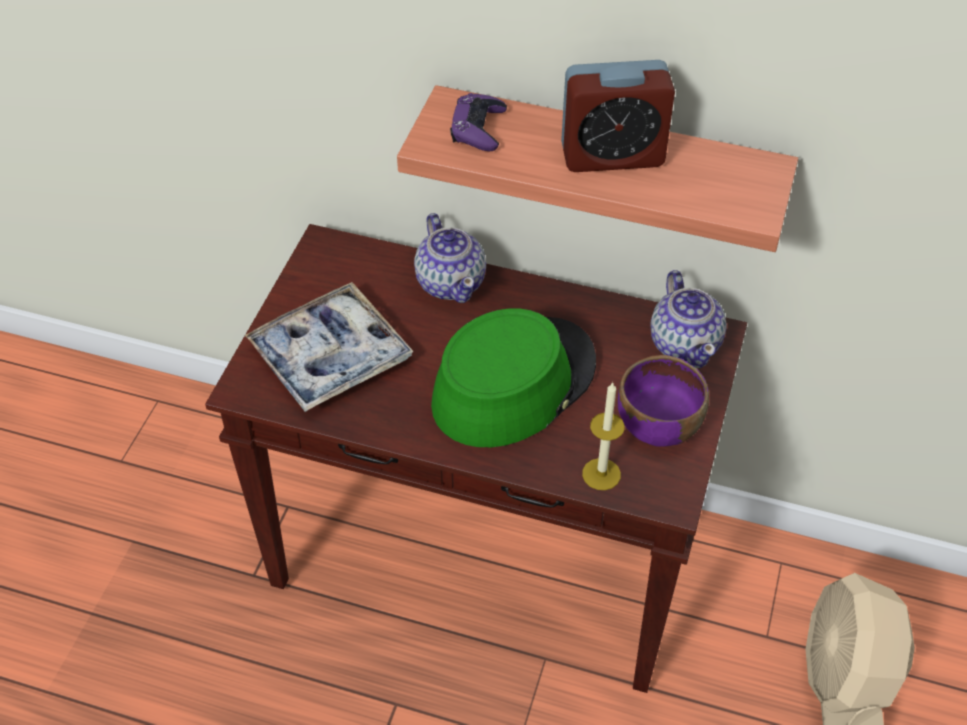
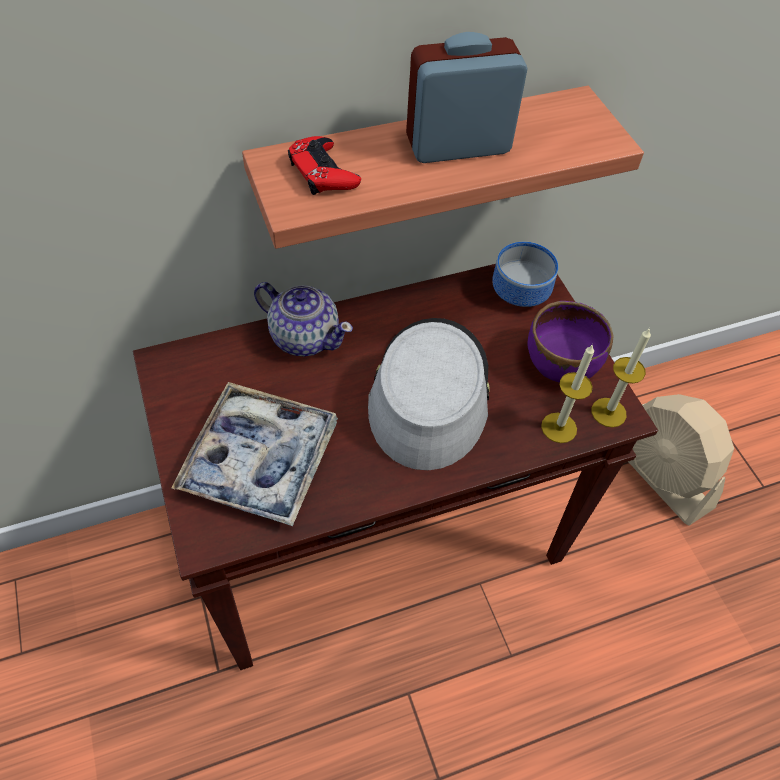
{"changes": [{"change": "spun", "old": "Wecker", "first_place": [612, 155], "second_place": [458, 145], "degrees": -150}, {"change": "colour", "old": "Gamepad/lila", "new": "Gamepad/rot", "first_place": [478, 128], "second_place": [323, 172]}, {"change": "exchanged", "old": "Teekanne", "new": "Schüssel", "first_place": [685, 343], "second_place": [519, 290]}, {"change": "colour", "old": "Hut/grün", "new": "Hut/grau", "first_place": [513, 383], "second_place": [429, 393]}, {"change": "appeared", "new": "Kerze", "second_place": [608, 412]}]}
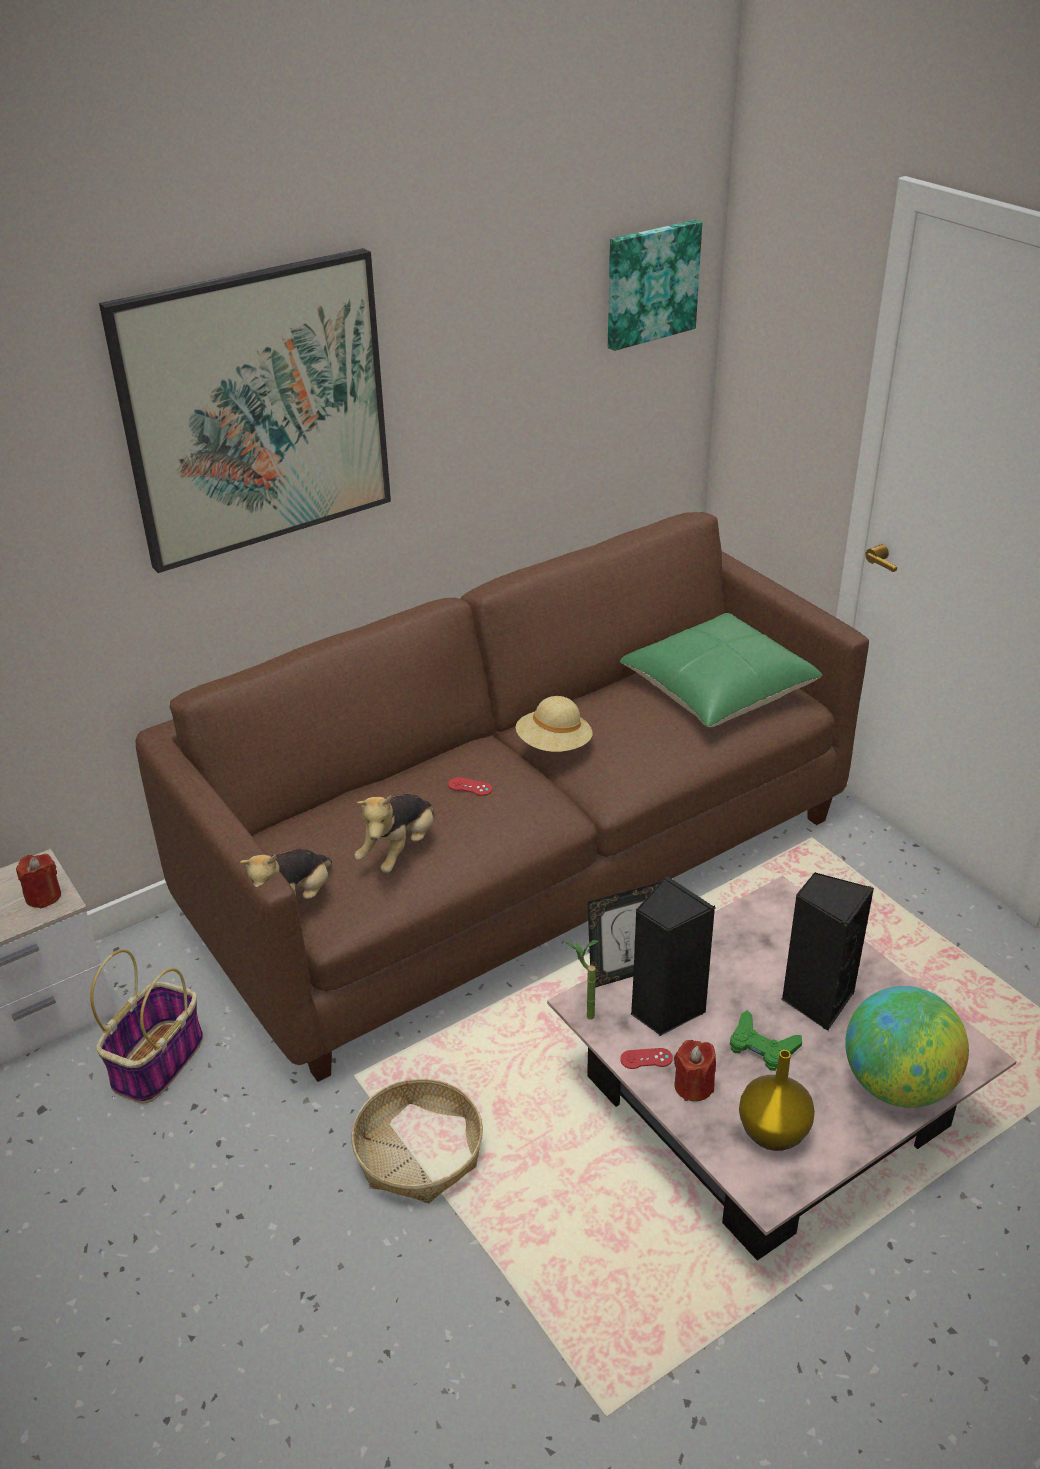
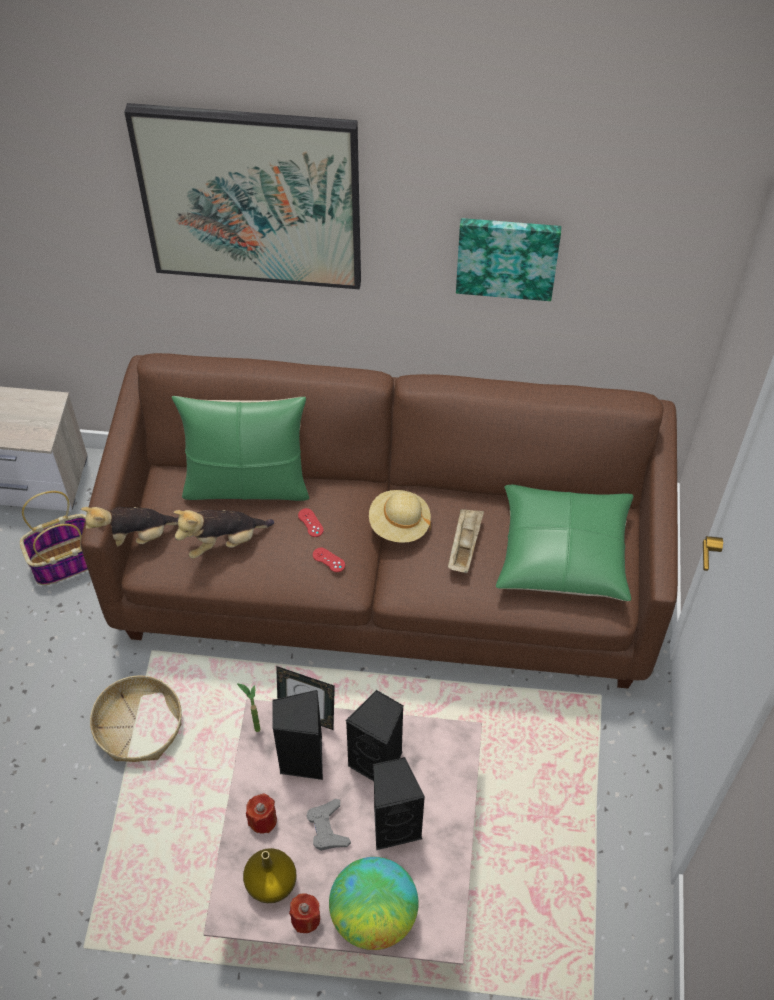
{"changes": [{"change": "relocated", "old": "Bild", "first_place": [650, 284], "second_place": [507, 256]}, {"change": "relocated", "old": "Kerze/rot", "first_place": [43, 896], "second_place": [305, 918]}, {"change": "colour", "old": "Gamepad/grün", "new": "Gamepad/grau", "first_place": [762, 1046], "second_place": [327, 828]}, {"change": "relocated", "old": "Gamepad/rot", "first_place": [646, 1059], "second_place": [328, 560]}, {"change": "appeared", "new": "Kissen/grün", "second_place": [247, 484]}, {"change": "appeared", "new": "Tablett/beige", "second_place": [464, 546]}, {"change": "appeared", "new": "Lautsprecher/schwarz", "second_place": [378, 762]}]}
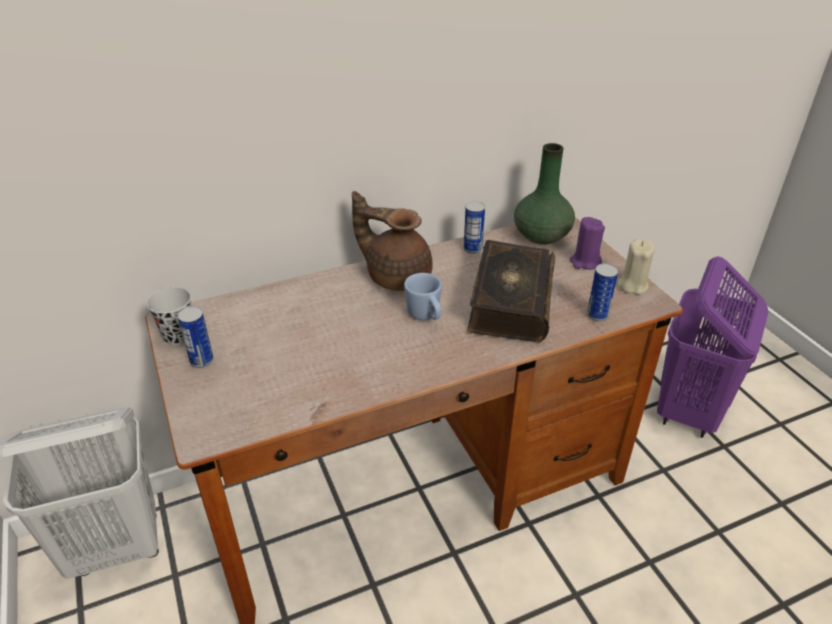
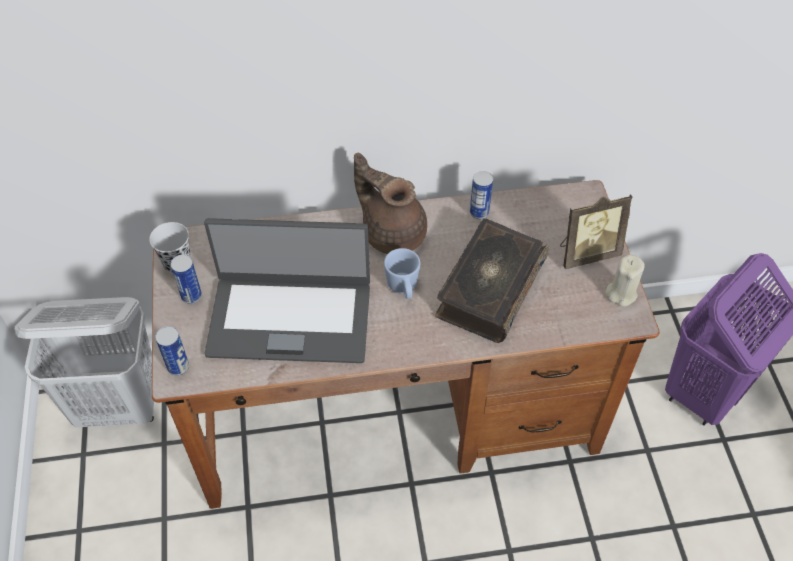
{"changes": [{"change": "missing", "old": "Vase/grün", "first_place": [542, 235]}, {"change": "exchanged", "old": "Kerze/lila", "new": "Bilderrahmen", "first_place": [585, 262], "second_place": [586, 253]}, {"change": "relocated", "old": "Dose", "first_place": [597, 315], "second_place": [178, 367]}, {"change": "appeared", "new": "Laptop", "second_place": [290, 318]}]}
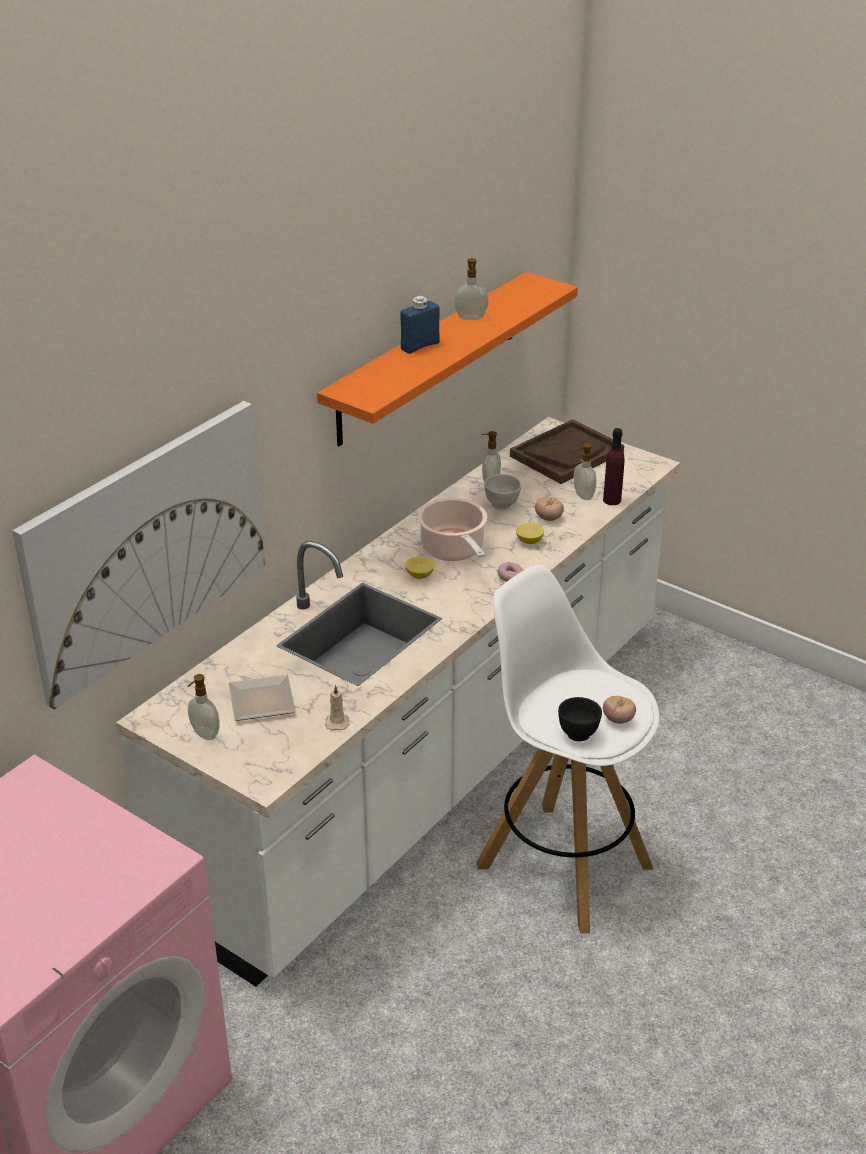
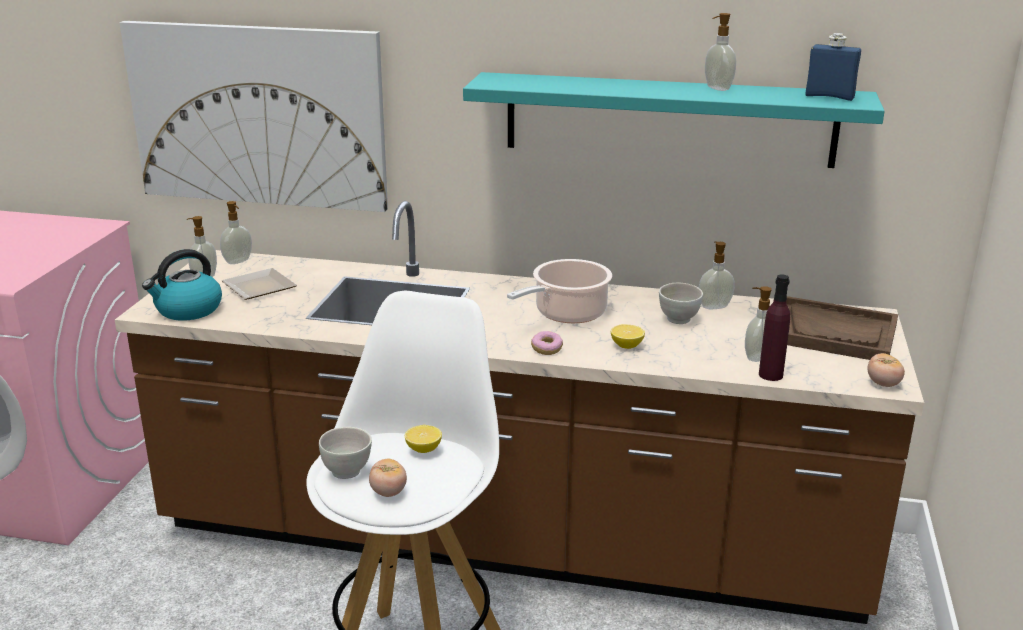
{"changes": [{"change": "colour", "old": "Wandregal/orange", "new": "Wandregal/türkis", "first_place": [429, 358], "second_place": [669, 119]}, {"change": "relocated", "old": "Flasche/blau", "first_place": [420, 346], "second_place": [829, 97]}, {"change": "colour", "old": "Küchenzeile/weiß", "new": "Küchenzeile/braun", "first_place": [433, 764], "second_place": [510, 540]}, {"change": "relocated", "old": "Tomate", "first_place": [548, 518], "second_place": [883, 384]}, {"change": "relocated", "old": "Zitrone", "first_place": [419, 576], "second_place": [423, 449]}, {"change": "missing", "old": "Kerze/beige", "first_place": [337, 722]}, {"change": "colour", "old": "Schüssel/schwarz", "new": "Schüssel/weiß", "first_place": [578, 734], "second_place": [347, 471]}, {"change": "appeared", "new": "Seifenspender", "second_place": [238, 261]}, {"change": "appeared", "new": "Wasserkessel", "second_place": [188, 310]}]}
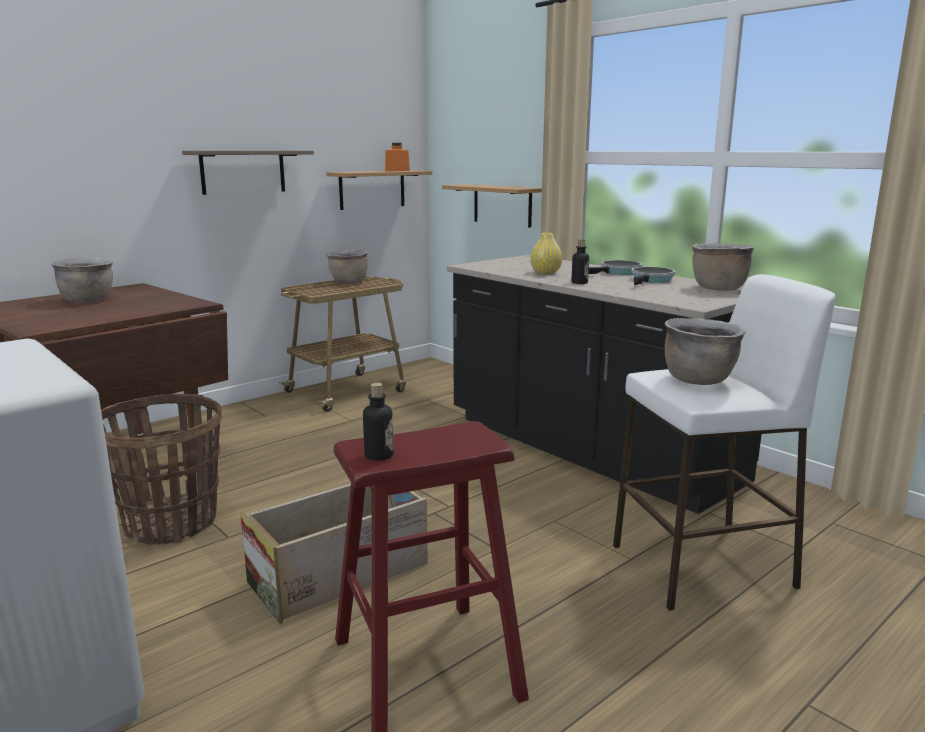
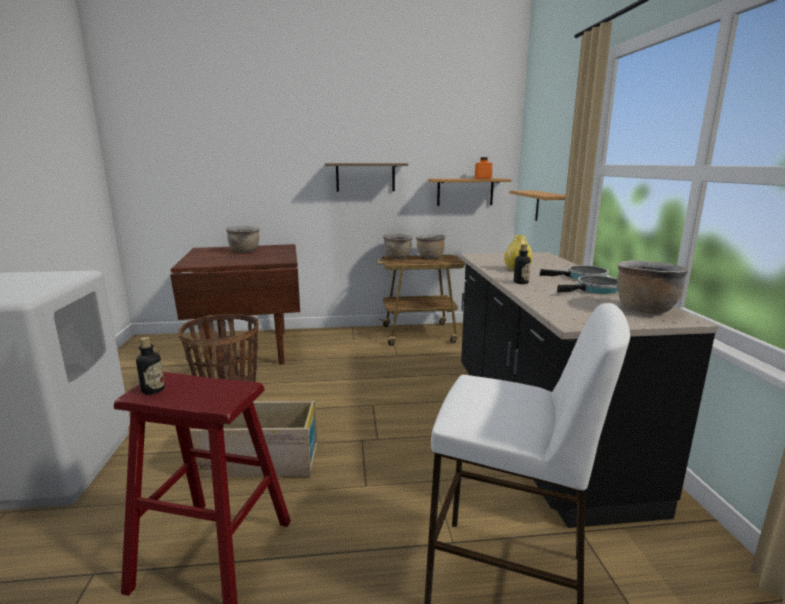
{"changes": [{"change": "relocated", "old": "Kochtopf/braun", "first_place": [698, 380], "second_place": [397, 257]}]}
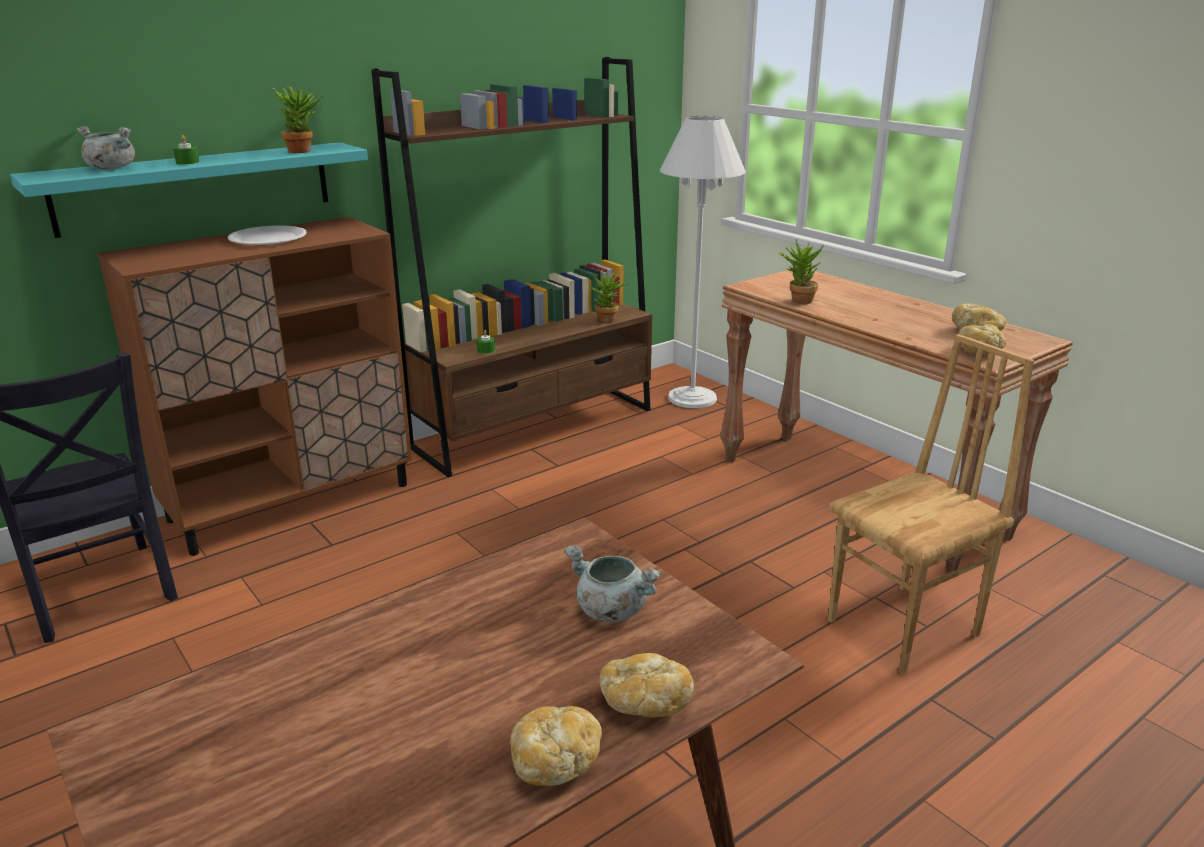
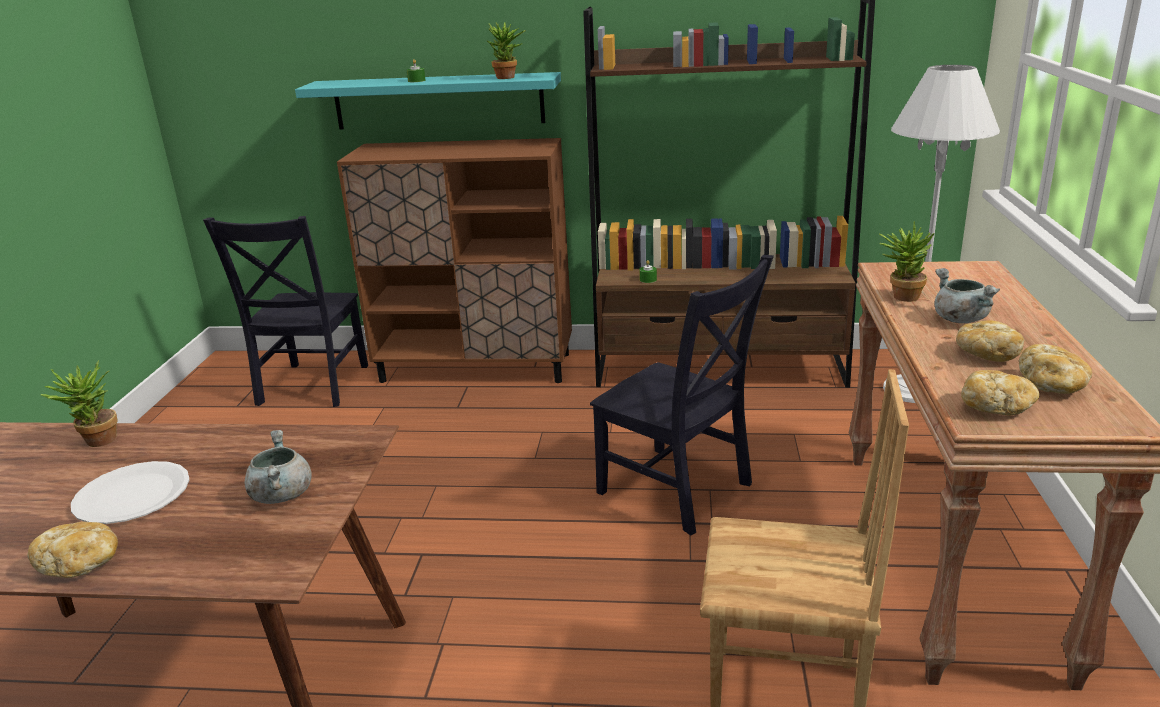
{"changes": [{"change": "relocated", "old": "Kochtopf/grau", "first_place": [110, 168], "second_place": [959, 319]}, {"change": "relocated", "old": "Teller/weiß", "first_place": [268, 238], "second_place": [132, 495]}, {"change": "relocated", "old": "Topfpflanze", "first_place": [608, 321], "second_place": [96, 443]}, {"change": "relocated", "old": "Brot", "first_place": [643, 703], "second_place": [985, 355]}, {"change": "appeared", "new": "Stuhl/schwarz", "second_place": [679, 491]}]}
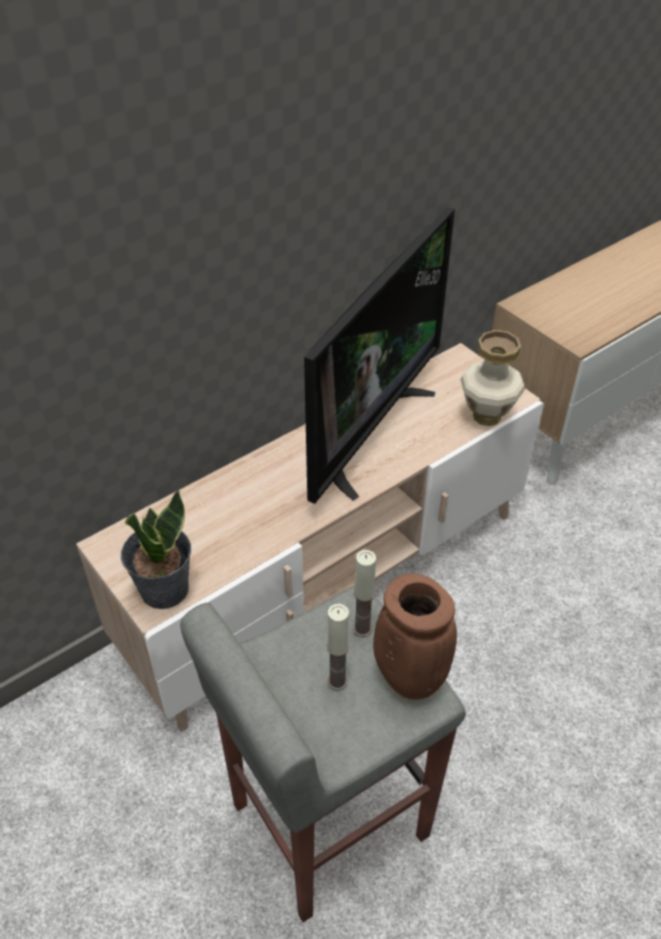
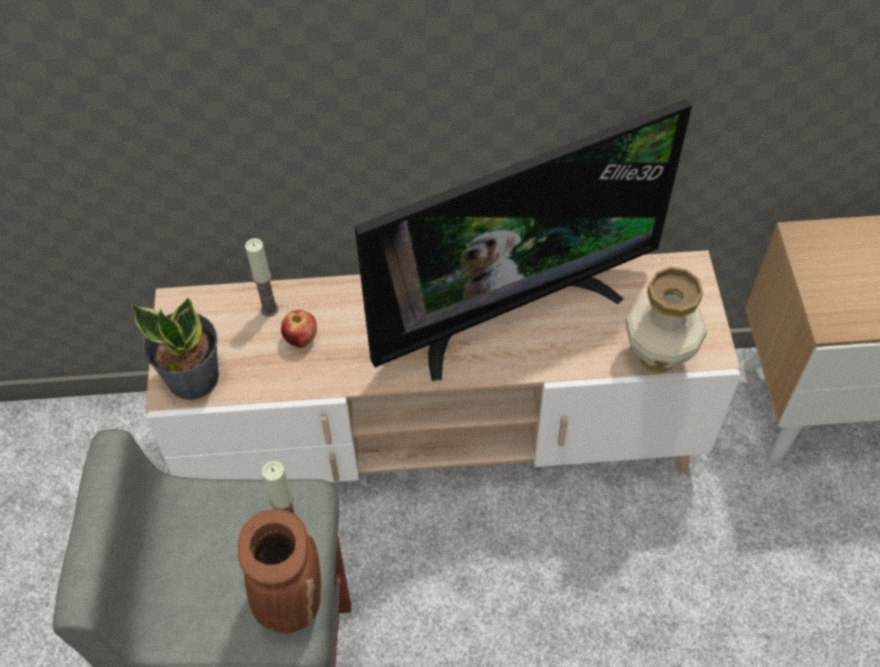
{"changes": [{"change": "relocated", "old": "Kerze", "first_place": [337, 681], "second_place": [269, 309]}, {"change": "appeared", "new": "Apfel", "second_place": [301, 339]}]}
